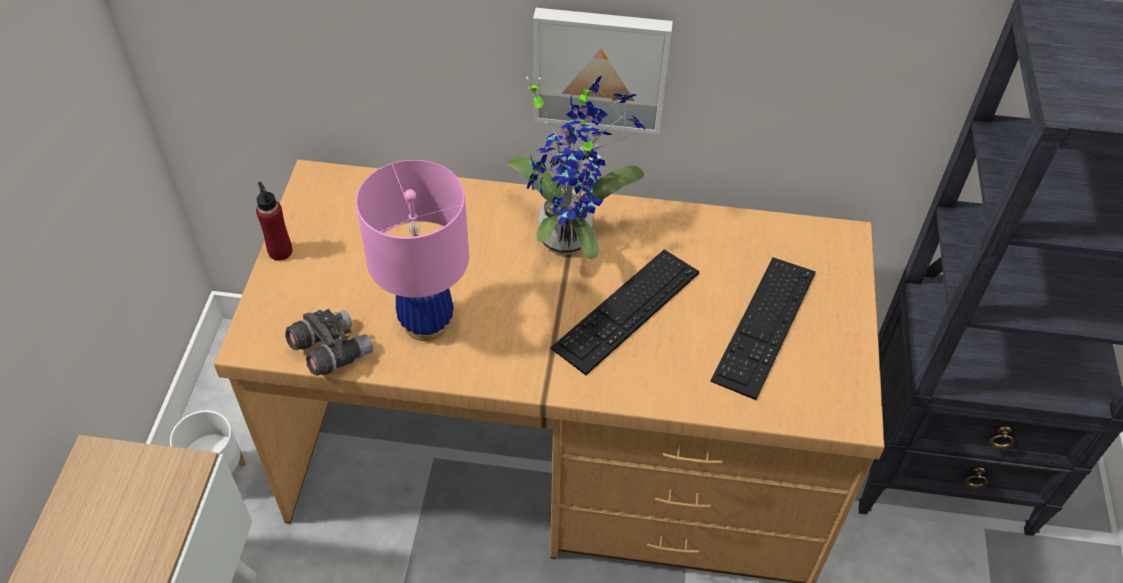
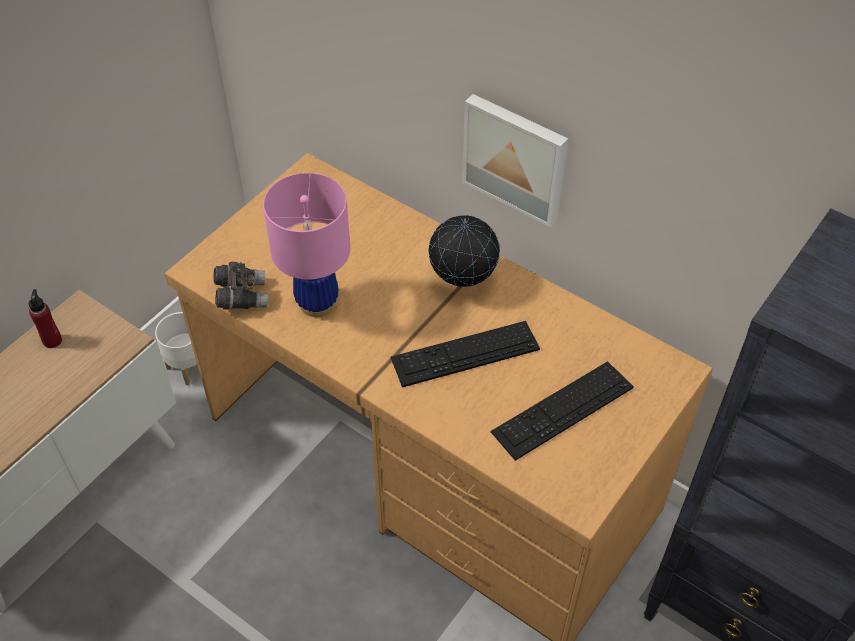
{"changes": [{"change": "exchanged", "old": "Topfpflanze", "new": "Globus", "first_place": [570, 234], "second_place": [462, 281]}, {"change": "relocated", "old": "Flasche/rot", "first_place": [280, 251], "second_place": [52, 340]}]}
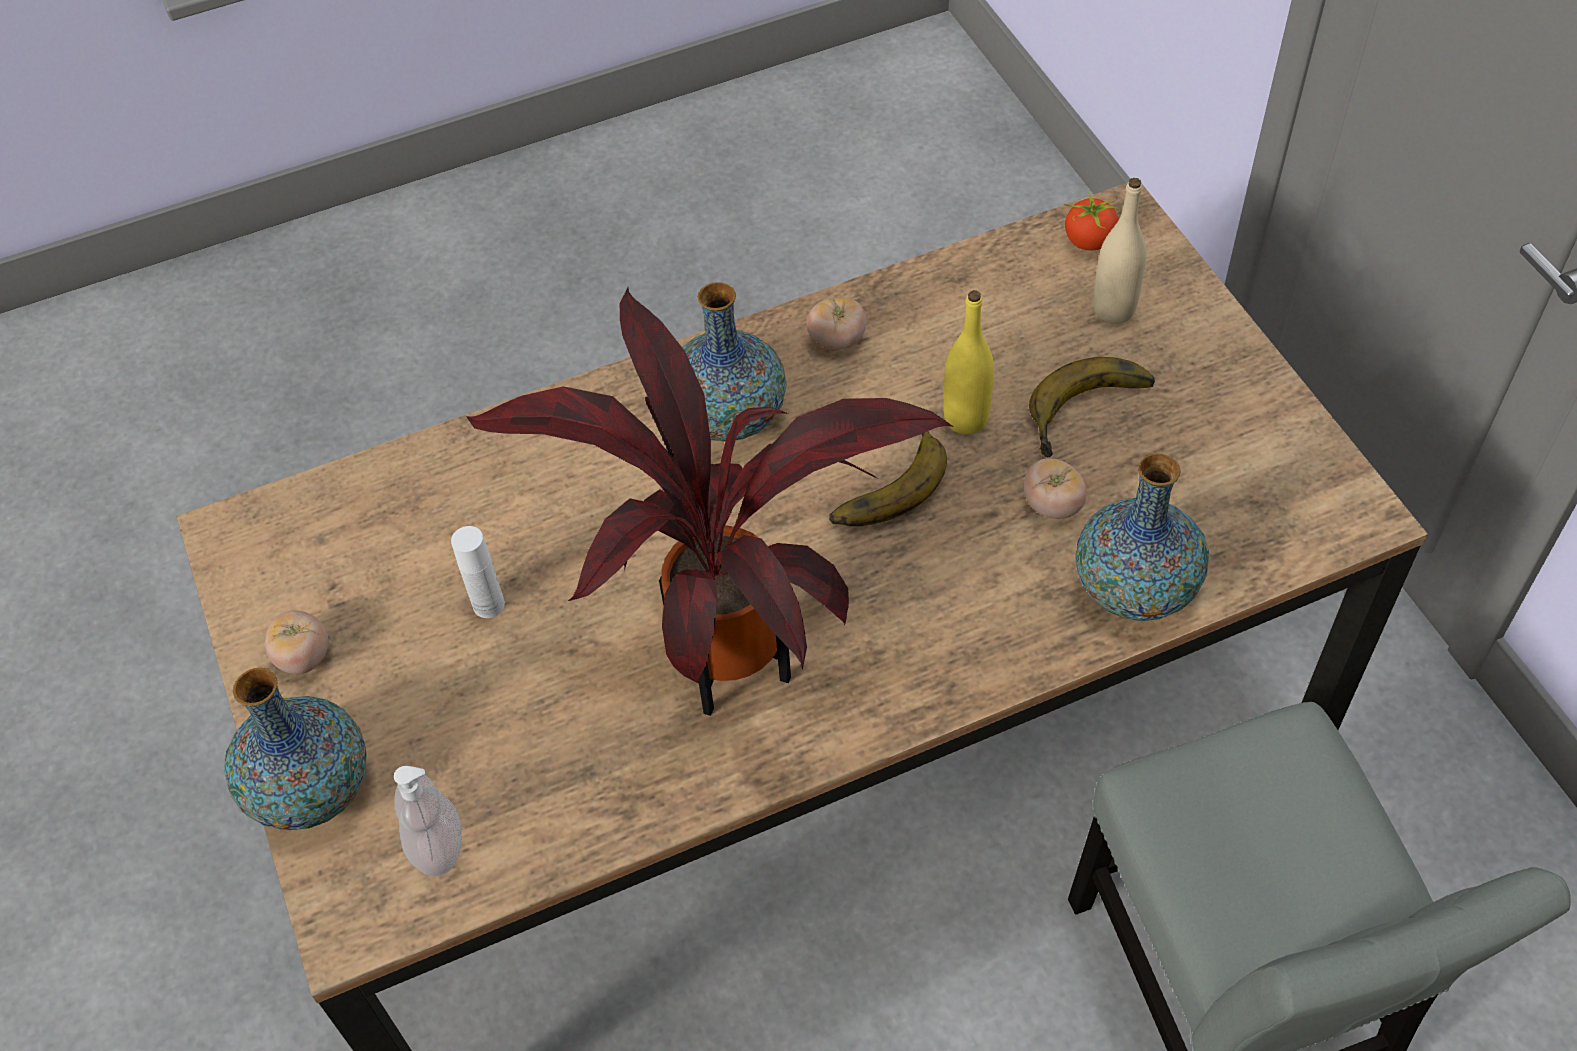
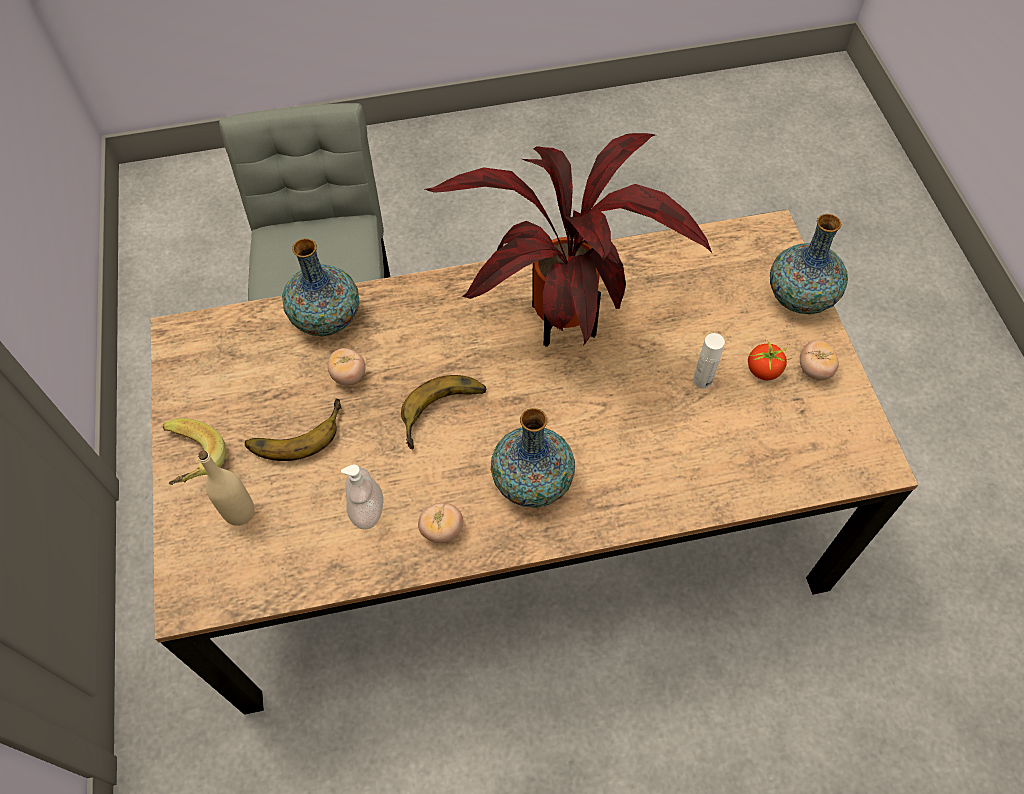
{"changes": [{"change": "relocated", "old": "Tomate", "first_place": [1088, 241], "second_place": [763, 370]}, {"change": "missing", "old": "Flasche/gelb", "first_place": [966, 419]}, {"change": "relocated", "old": "Seifenspender", "first_place": [437, 846], "second_place": [367, 510]}, {"change": "appeared", "new": "Banane", "second_place": [190, 463]}]}
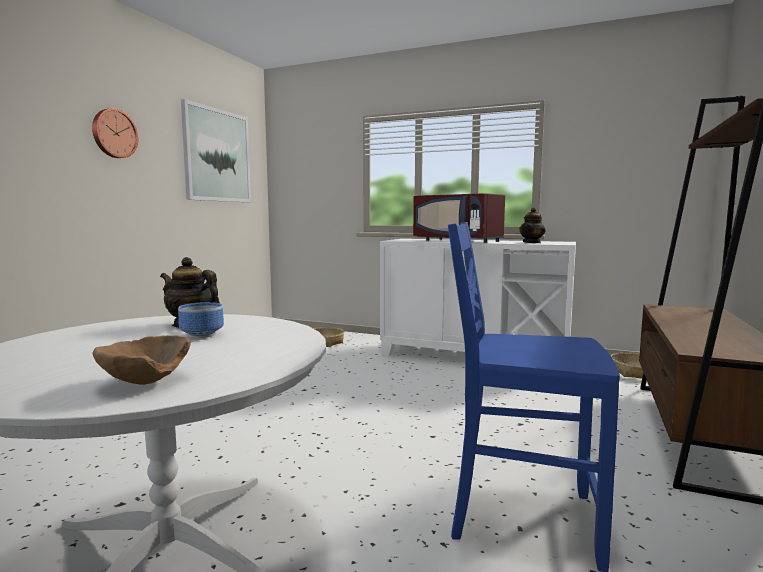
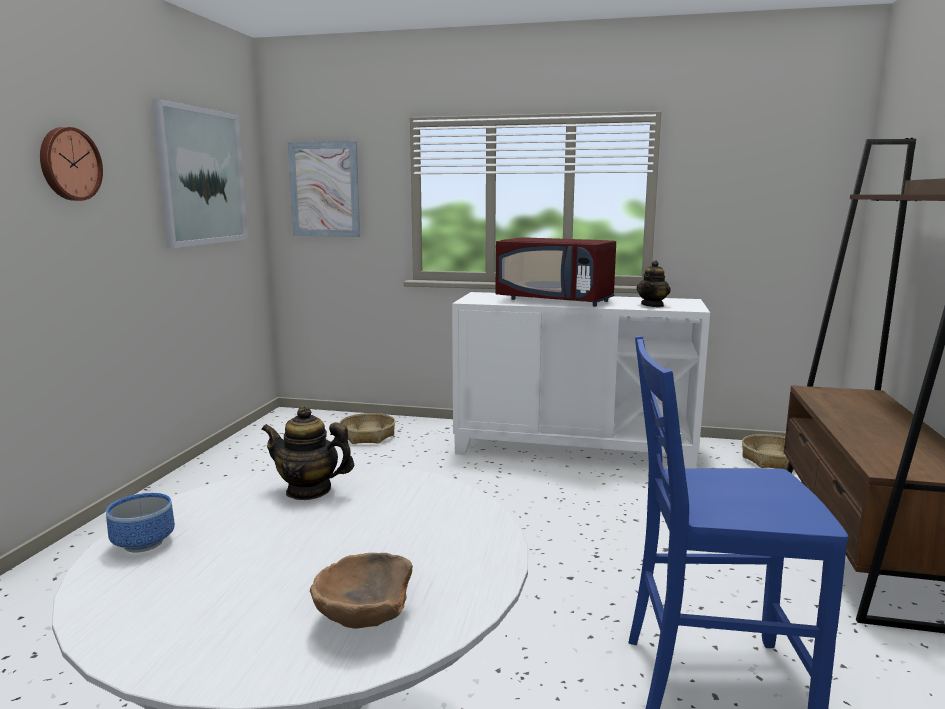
{"changes": [{"change": "relocated", "old": "Schüssel", "first_place": [202, 334], "second_place": [143, 542]}, {"change": "appeared", "new": "Bild", "second_place": [324, 189]}]}
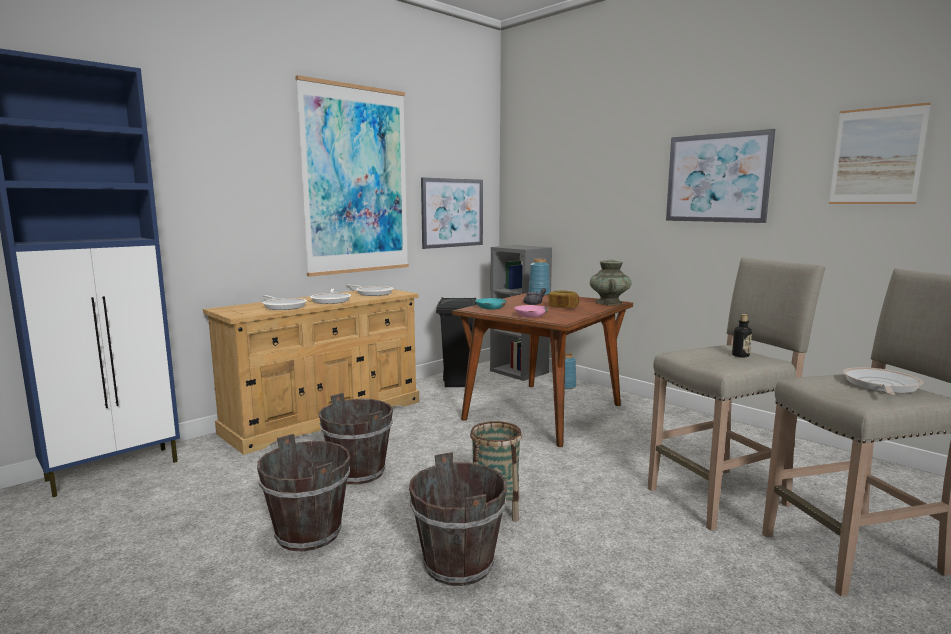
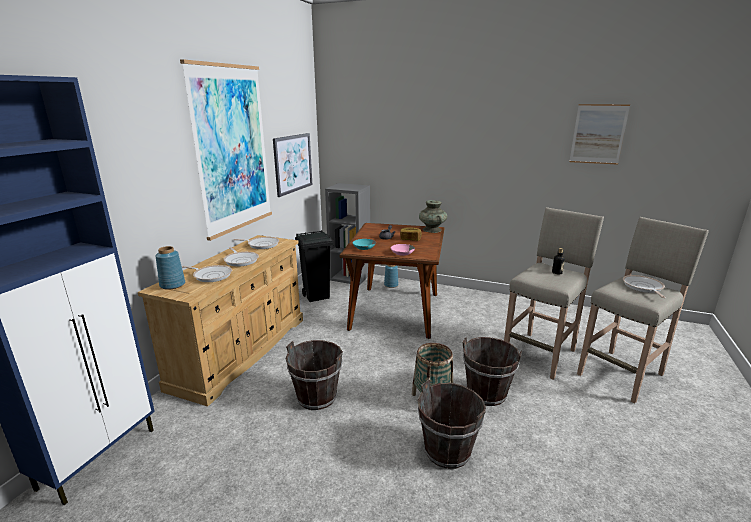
{"changes": [{"change": "missing", "old": "Bild", "first_place": [717, 178]}, {"change": "relocated", "old": "Vase/blau", "first_place": [538, 294], "second_place": [172, 285]}, {"change": "relocated", "old": "Eimer/braun", "first_place": [309, 533], "second_place": [486, 393]}]}
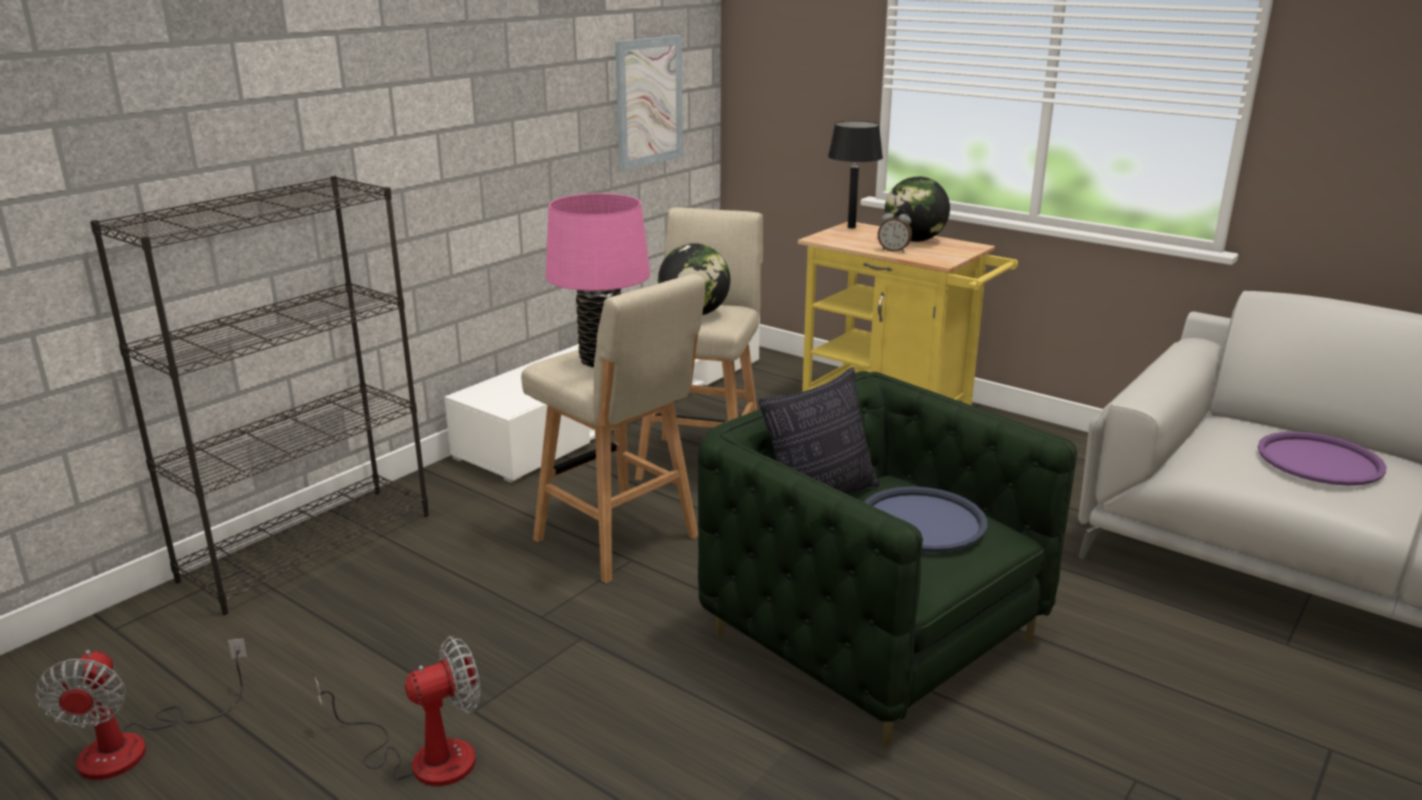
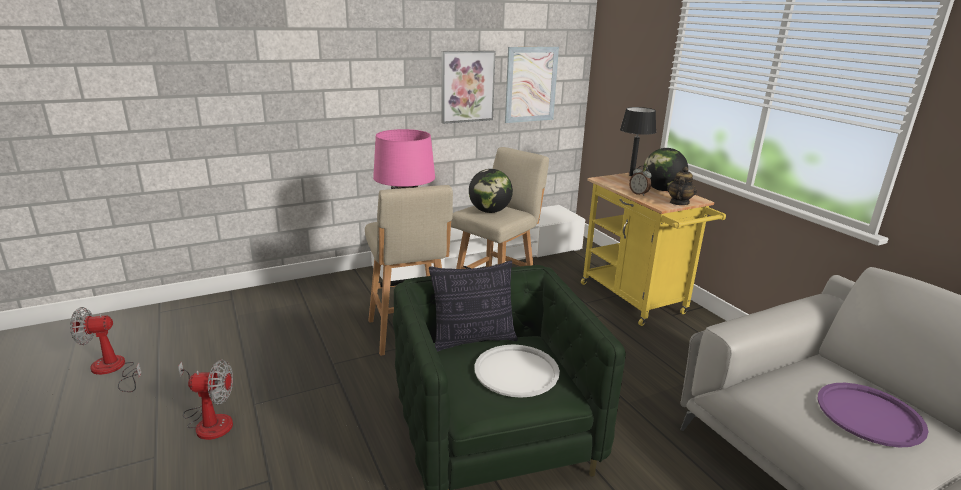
{"changes": [{"change": "missing", "old": "Bücherregal/schwarz", "first_place": [309, 546]}, {"change": "colour", "old": "Tablett/blau", "new": "Tablett/weiß", "first_place": [922, 521], "second_place": [516, 371]}, {"change": "spun", "old": "Ventilator", "first_place": [137, 745], "second_place": [113, 370], "degrees": 60}, {"change": "appeared", "new": "Bild", "second_place": [467, 86]}, {"change": "appeared", "new": "Teekanne", "second_place": [679, 203]}]}
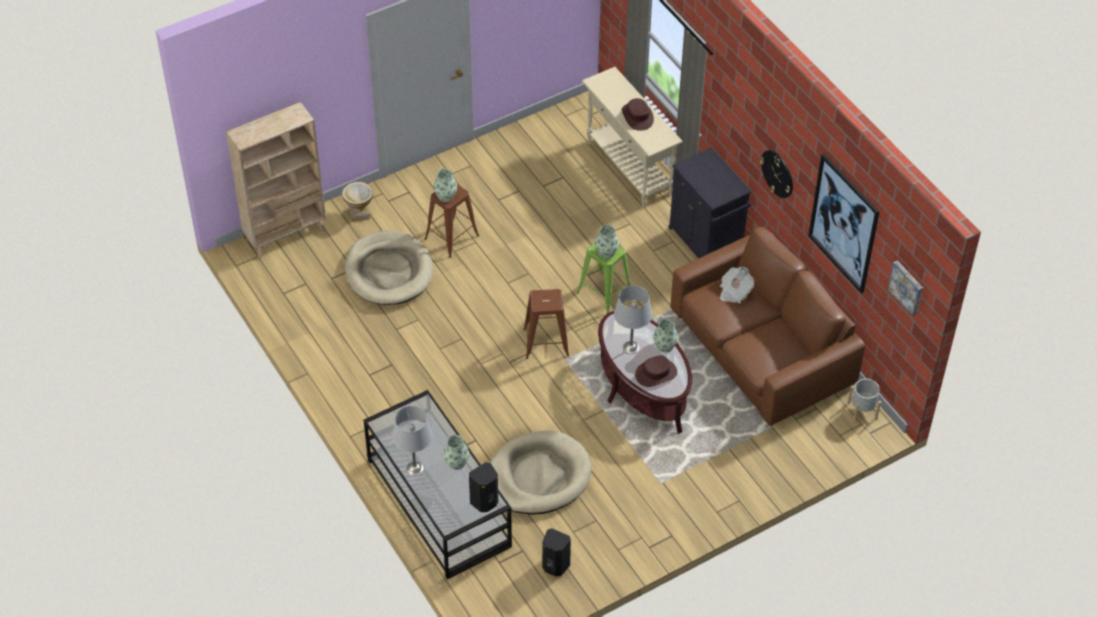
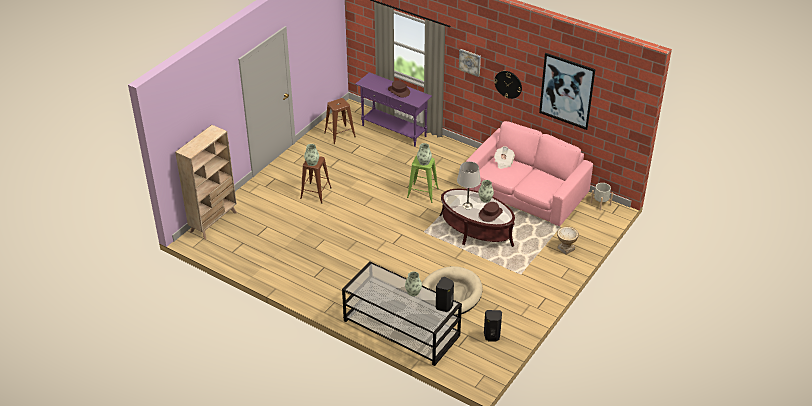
{"changes": [{"change": "colour", "old": "Konsolentisch/beige", "new": "Konsolentisch/lila", "first_place": [629, 169], "second_place": [394, 131]}, {"change": "missing", "old": "Schrank/schwarz", "first_place": [706, 242]}, {"change": "relocated", "old": "Vase", "first_place": [359, 213], "second_place": [565, 248]}, {"change": "colour", "old": "Sofa/braun", "new": "Sofa/rosa", "first_place": [761, 347], "second_place": [526, 192]}, {"change": "missing", "old": "Hundebett/beige", "first_place": [389, 271]}, {"change": "relocated", "old": "Bild", "first_place": [907, 287], "second_place": [470, 62]}, {"change": "relocated", "old": "Hocker/braun", "first_place": [545, 342], "second_place": [339, 135]}, {"change": "missing", "old": "Tischlampe/grau", "first_place": [415, 469]}]}
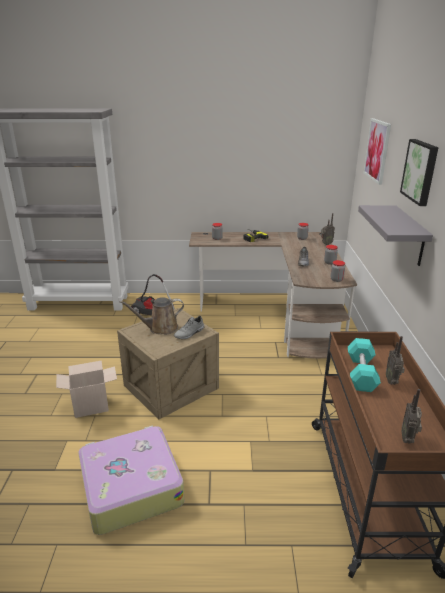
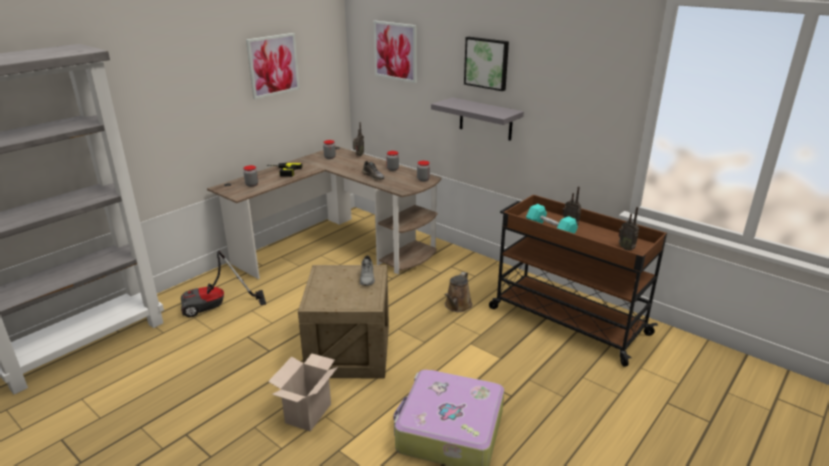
{"changes": [{"change": "relocated", "old": "Gießkanne/braun", "first_place": [160, 328], "second_place": [457, 306]}, {"change": "appeared", "new": "Bild", "second_place": [273, 65]}]}
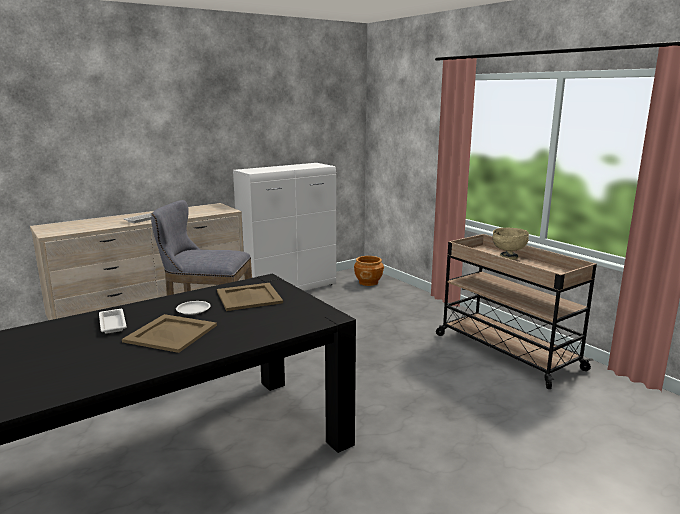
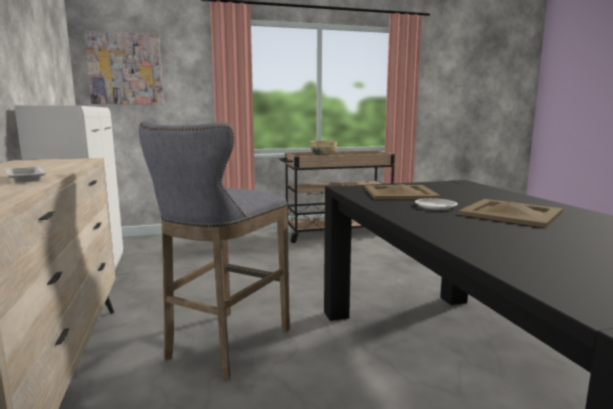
{"changes": [{"change": "missing", "old": "Pflanzkübel/braun", "first_place": [368, 282]}, {"change": "missing", "old": "Tablett/weiß", "first_place": [112, 323]}, {"change": "appeared", "new": "Bild", "second_place": [125, 69]}]}
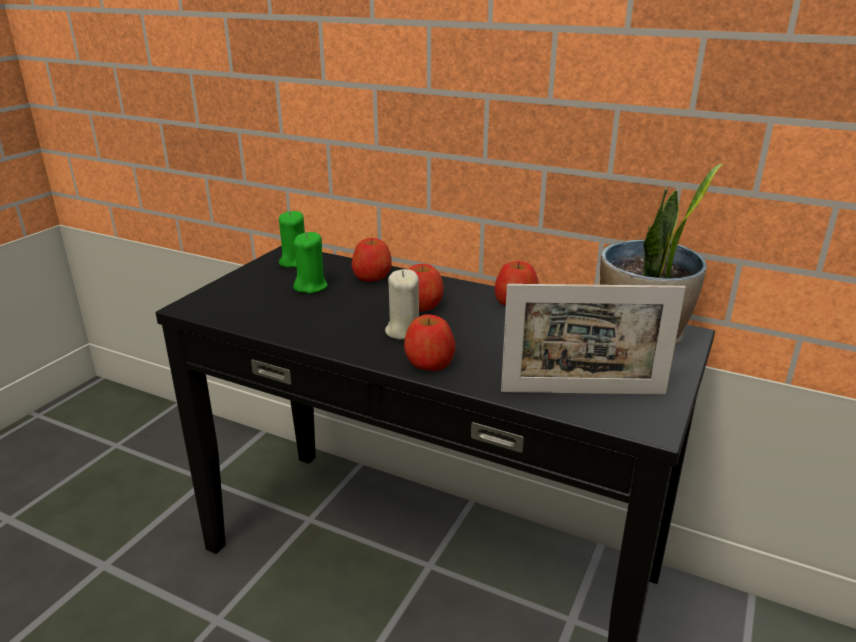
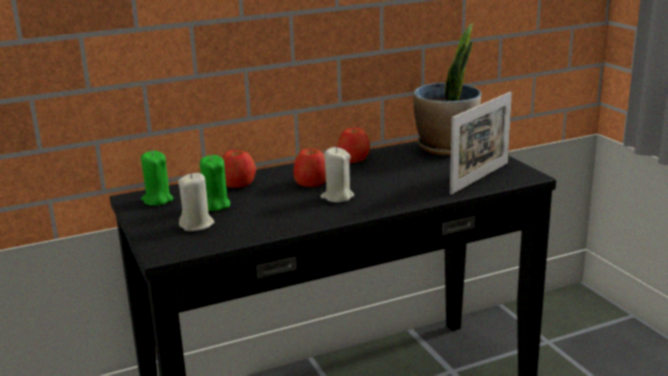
{"changes": [{"change": "missing", "old": "Apfel", "first_place": [429, 362]}, {"change": "appeared", "new": "Kerze/beige", "second_place": [197, 225]}]}
